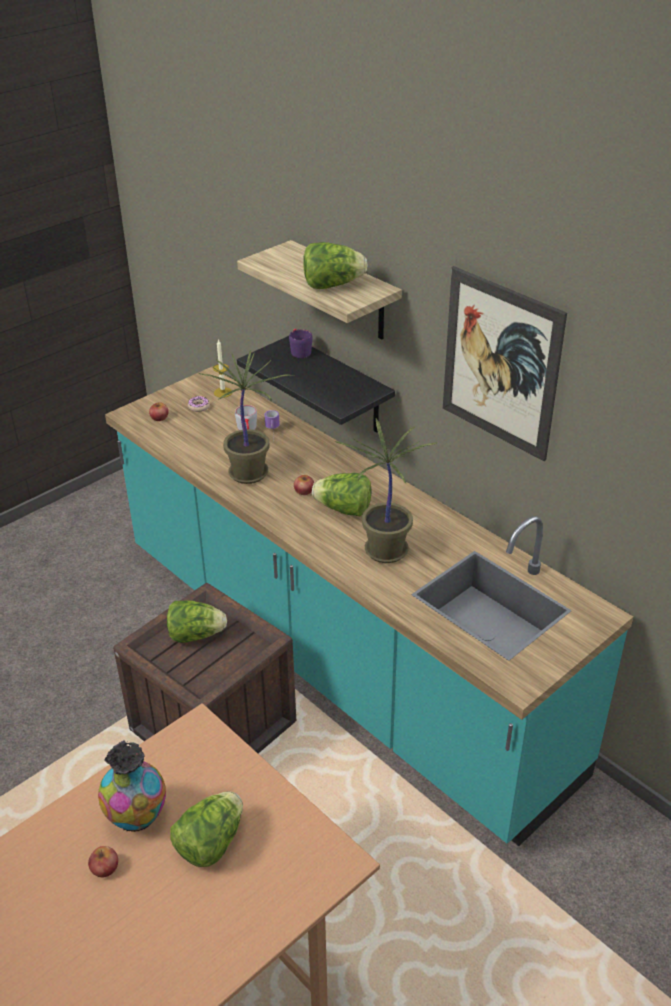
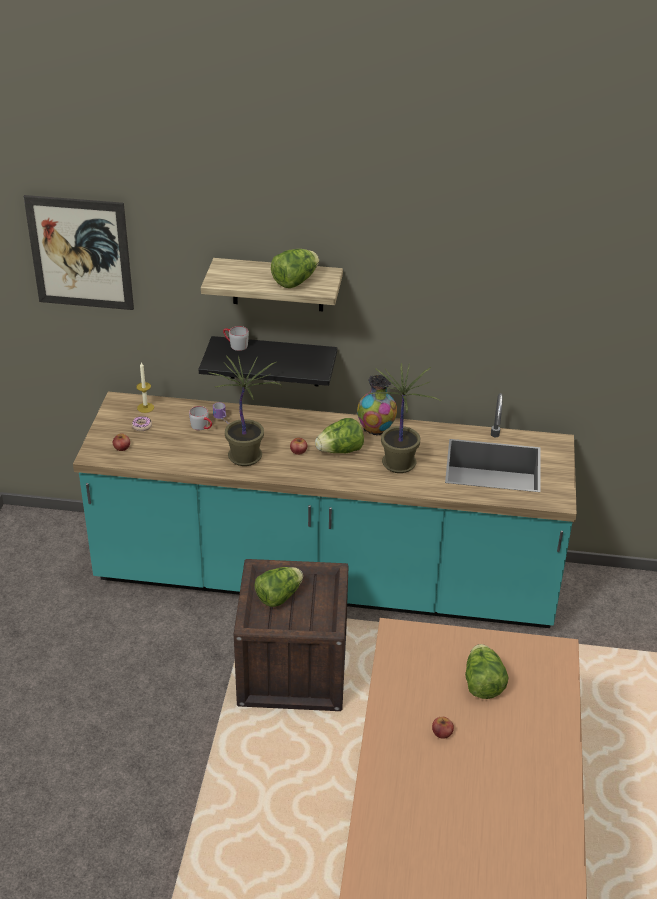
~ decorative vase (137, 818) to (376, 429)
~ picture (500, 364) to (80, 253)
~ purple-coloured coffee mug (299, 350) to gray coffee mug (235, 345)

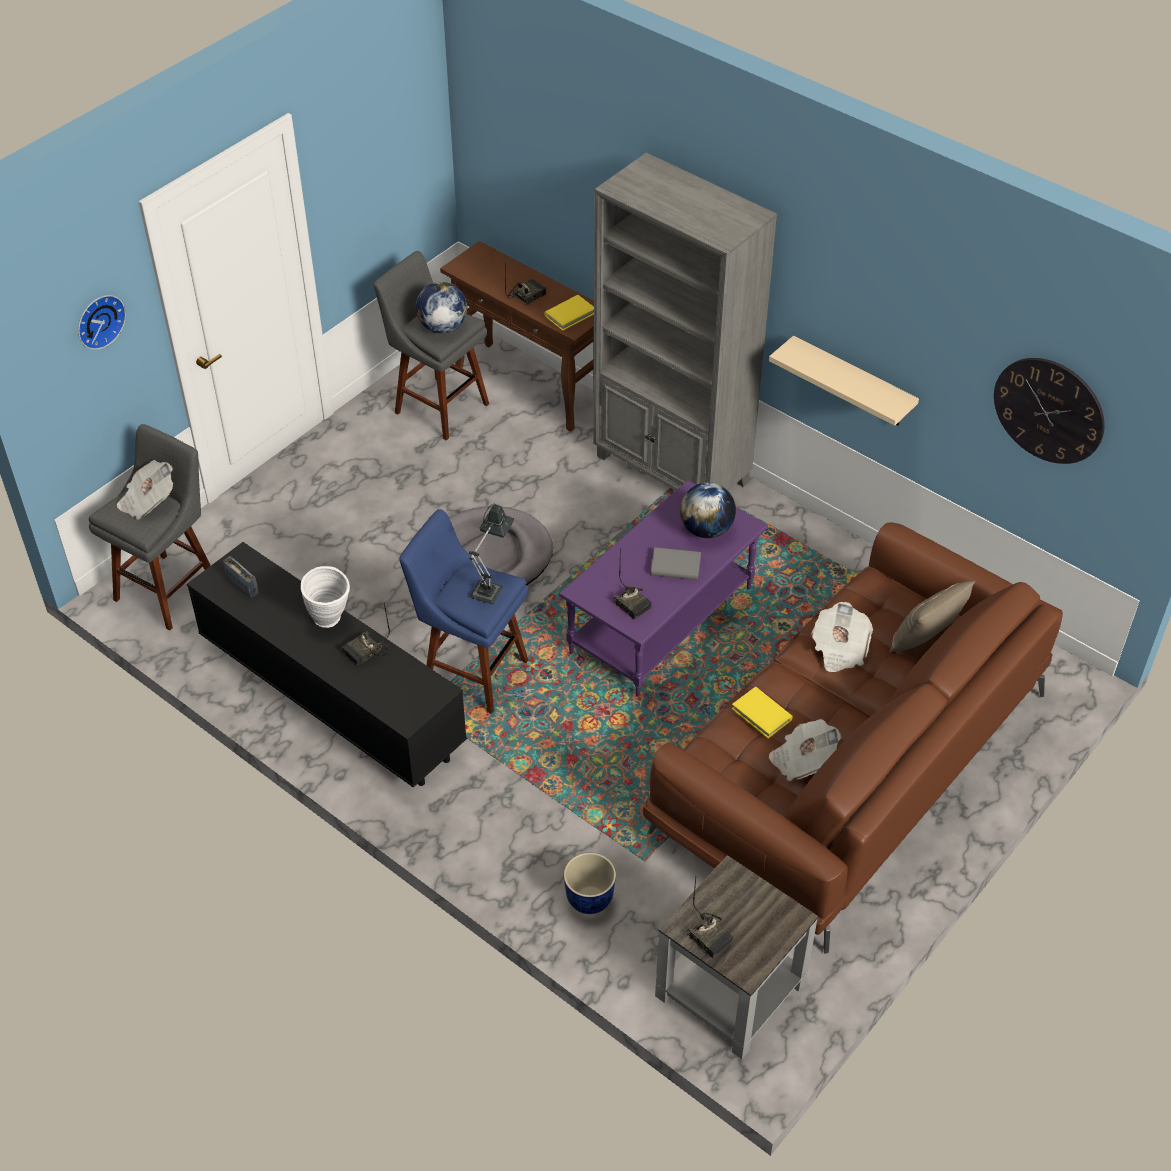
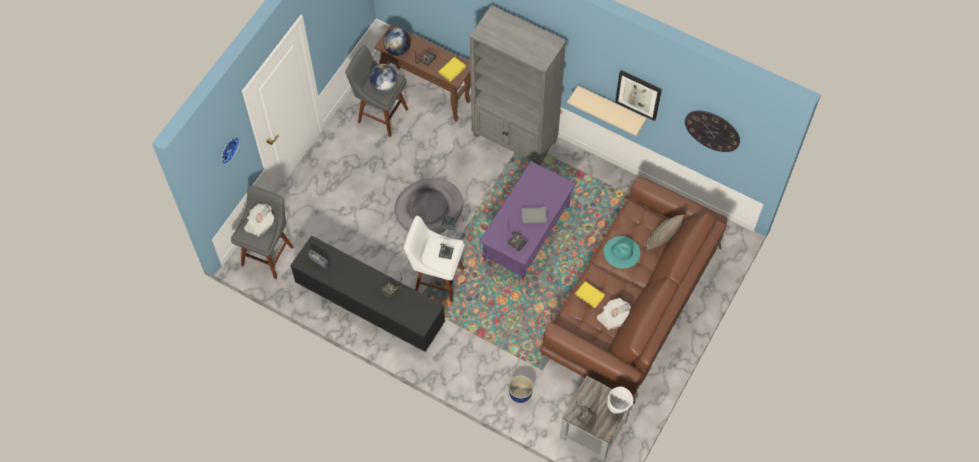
+ picture (638, 94)
~ white-coloured decorative vase (331, 621) to (618, 408)
~ desk globe (706, 529) to (397, 49)
~ printed paper (839, 649) to blue-green hat (621, 252)
~ blue stool (471, 671) to white-coloured stool (436, 279)

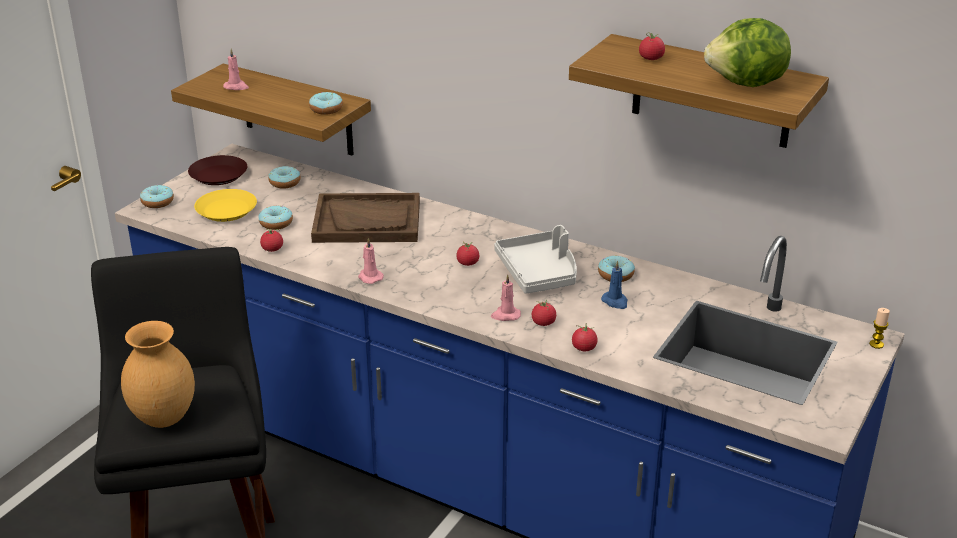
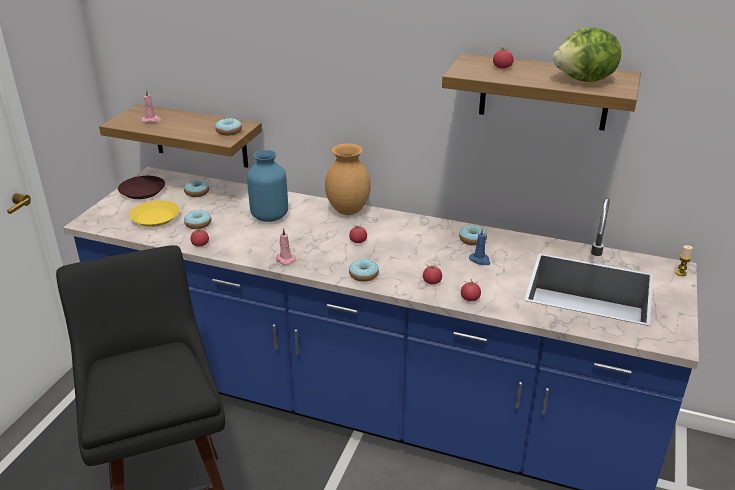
- pinkish wax light (505, 315)
- gray serving tray (539, 273)
~ brown decorative vase (165, 418) to (349, 210)
~ ring doughnut (157, 202) to (363, 275)
~ brown serving tray (367, 221) to blue decorative vase (270, 216)

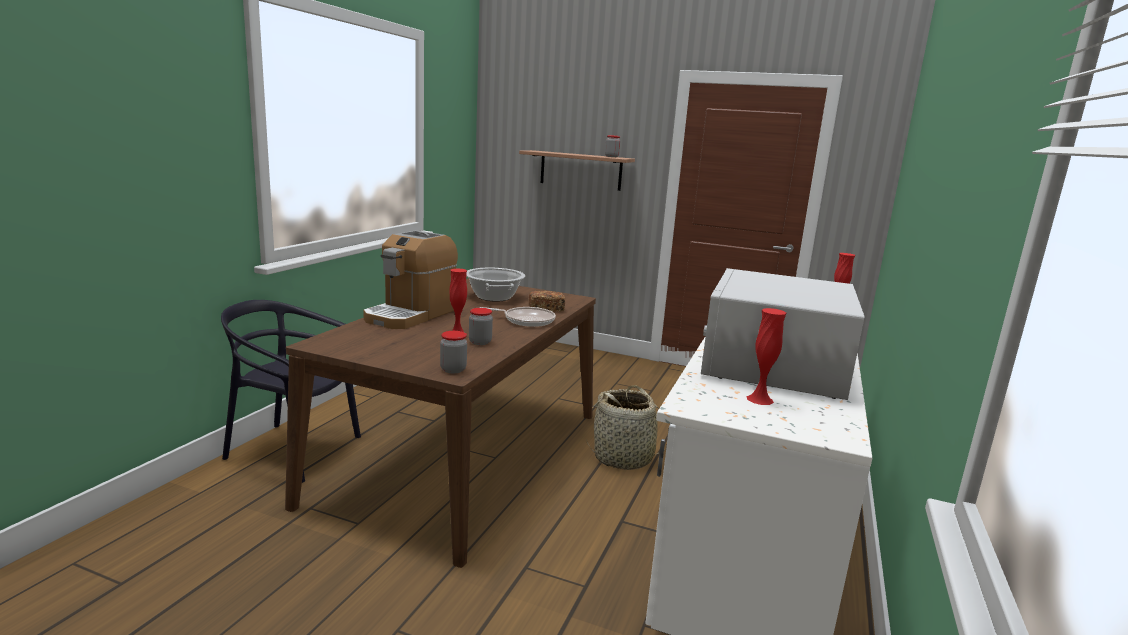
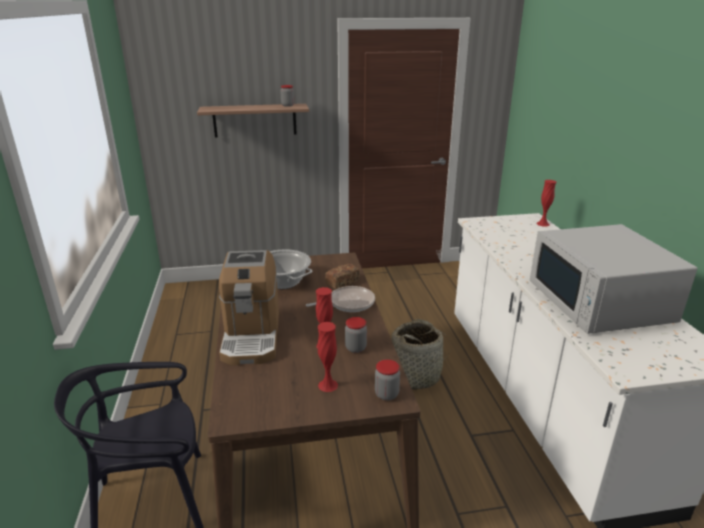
~ reddish decorative vase (759, 399) to (328, 385)

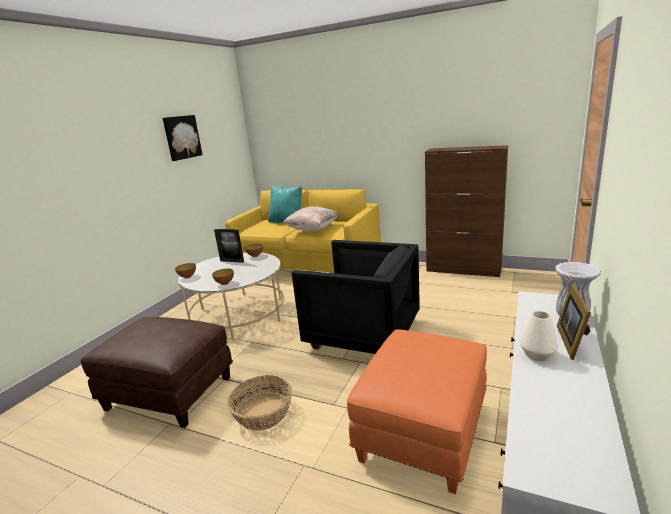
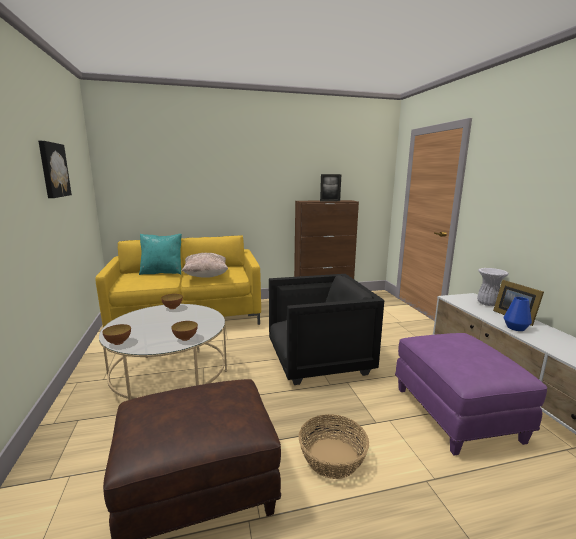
~ picture frame (232, 261) to (330, 201)
~ orangey footrest (423, 432) to purple-coloured footrest (457, 414)
~ white-coloured decorative vase (537, 355) to blue decorative vase (515, 328)

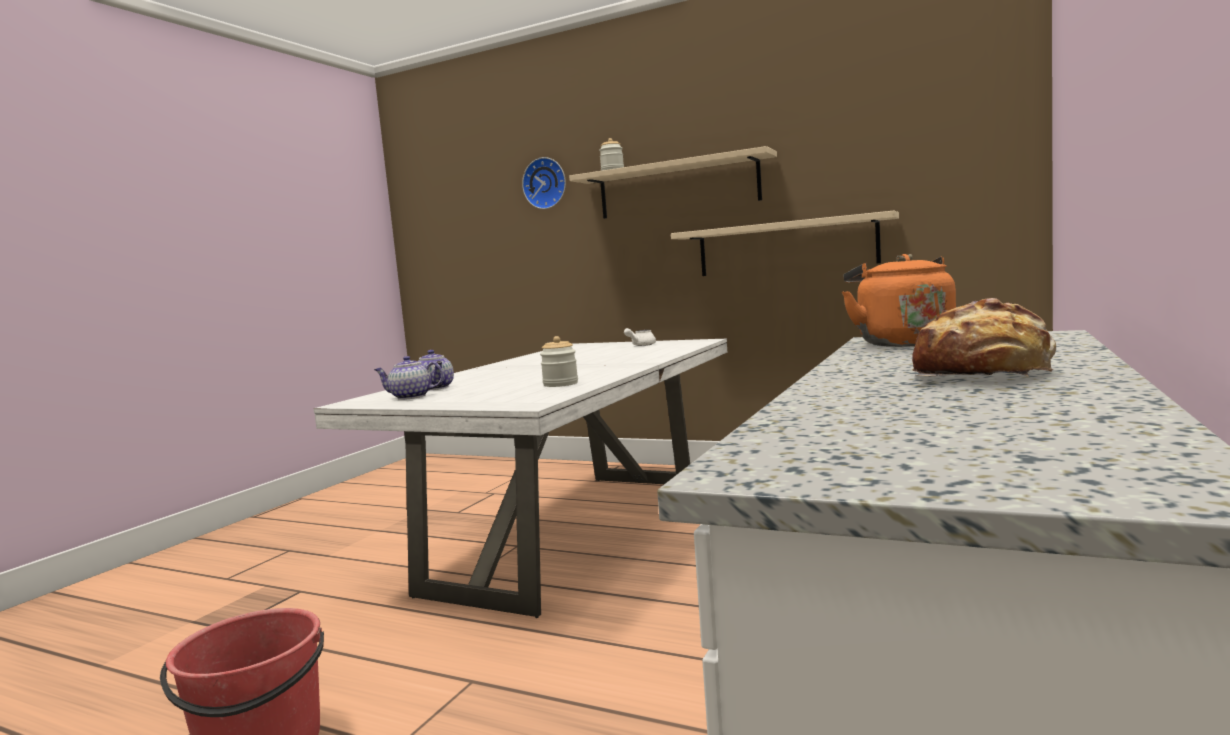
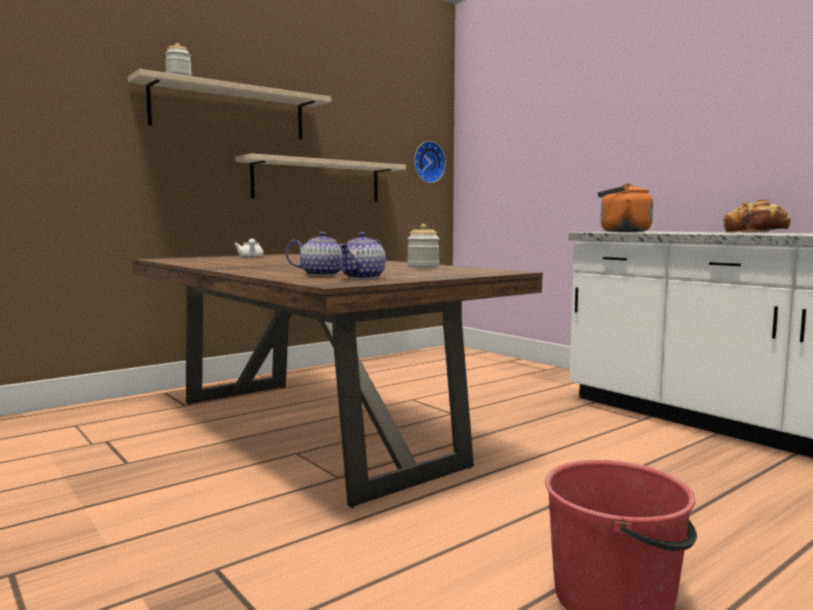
~ hanging clock (545, 183) to (427, 162)
~ white-coloured kitchen table (575, 533) to brown kitchen table (310, 431)

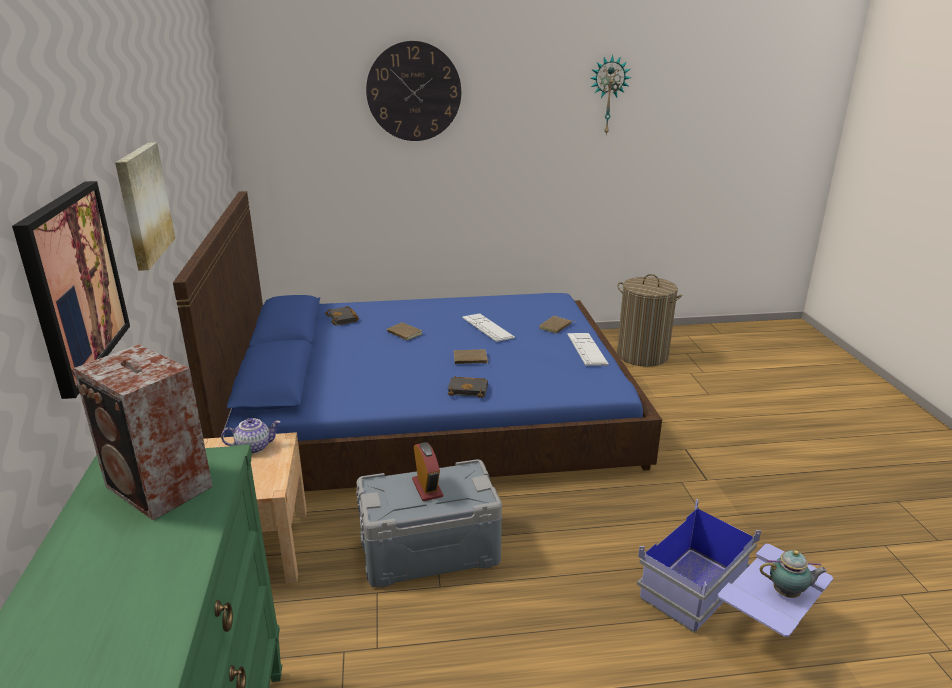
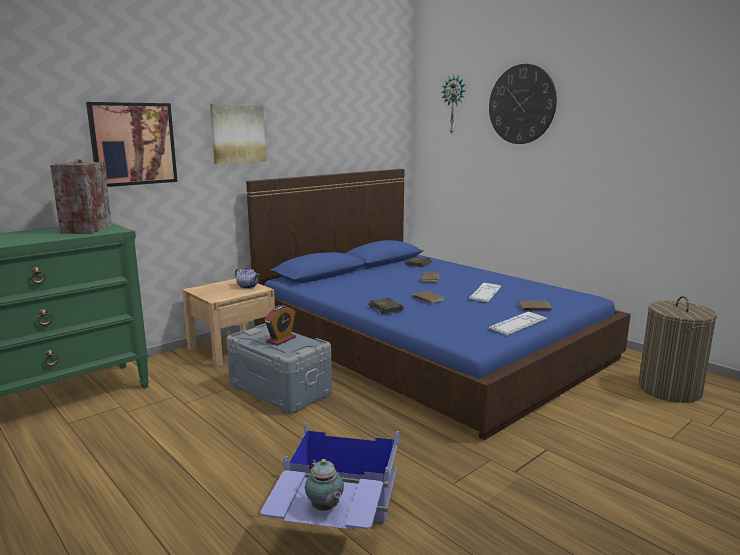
~ hanging clock (608, 95) to (454, 104)

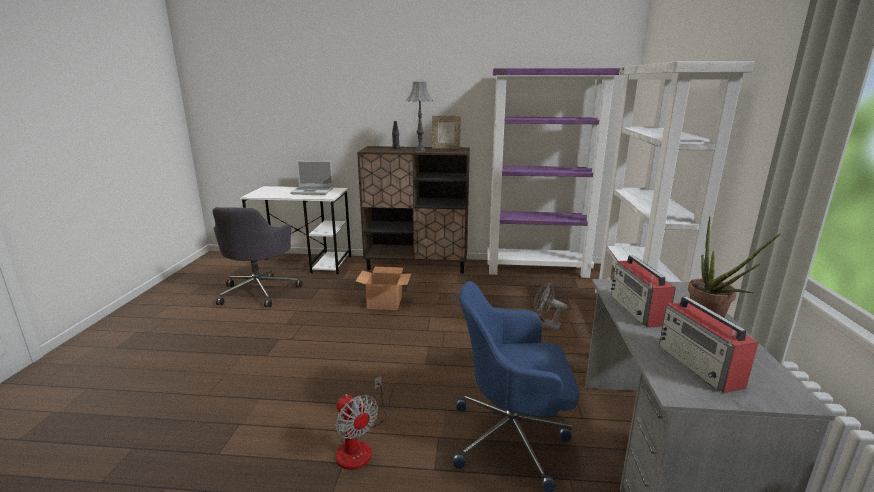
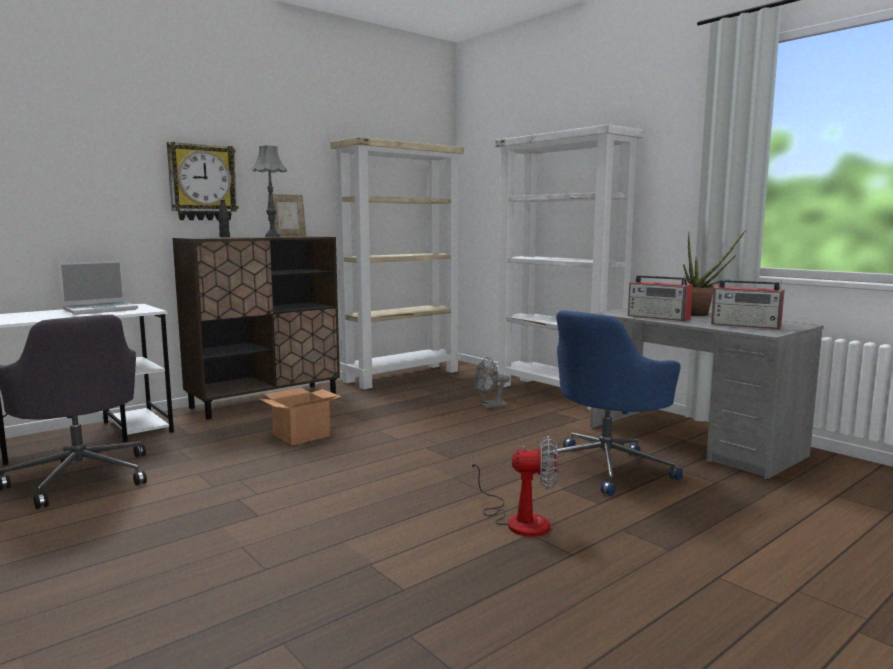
+ hanging clock (202, 182)
~ purple-coloured bookcase (538, 269) to beige bookcase (402, 376)

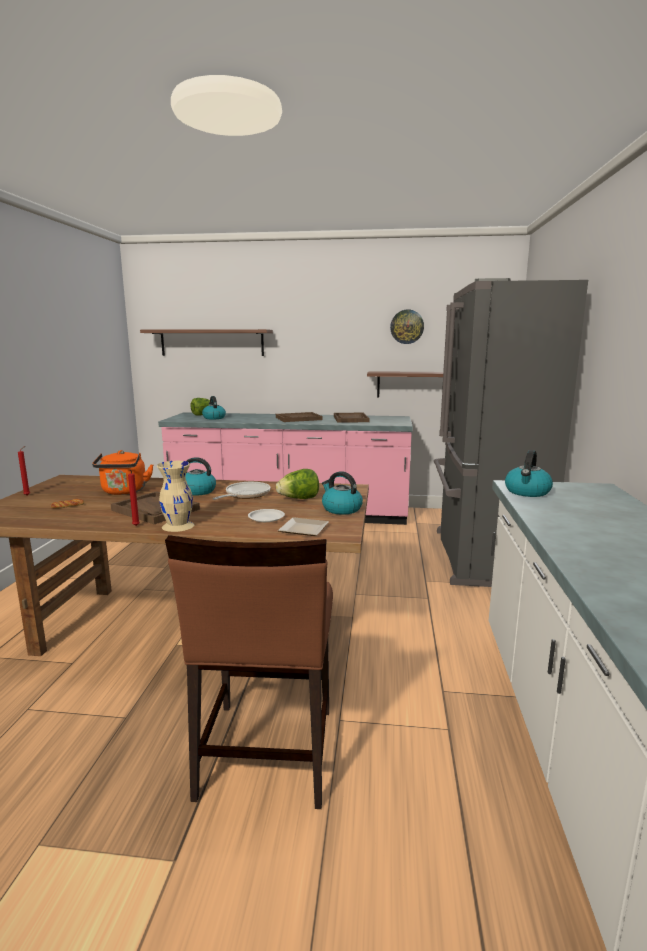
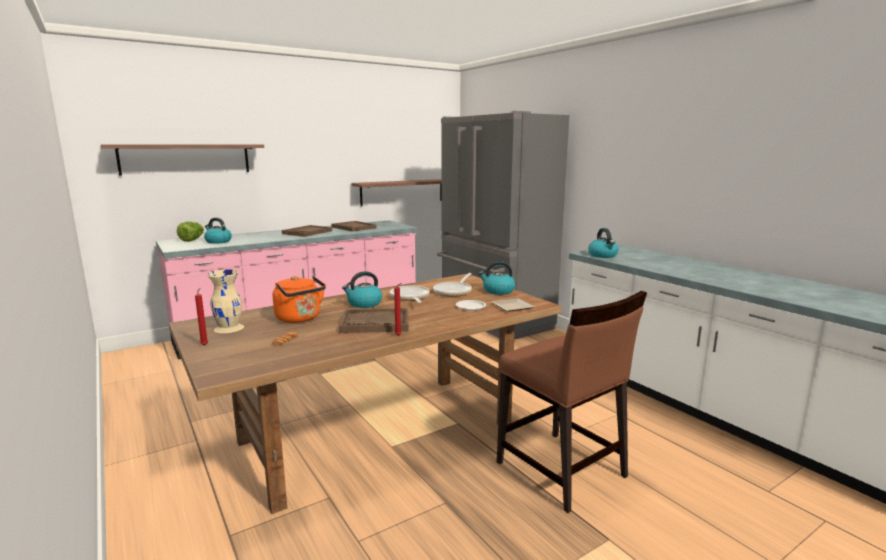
- hanging clock (407, 327)
~ beige decorative vase (178, 526) to (229, 328)
~ head of lettuce (299, 499) to frying pan (454, 291)

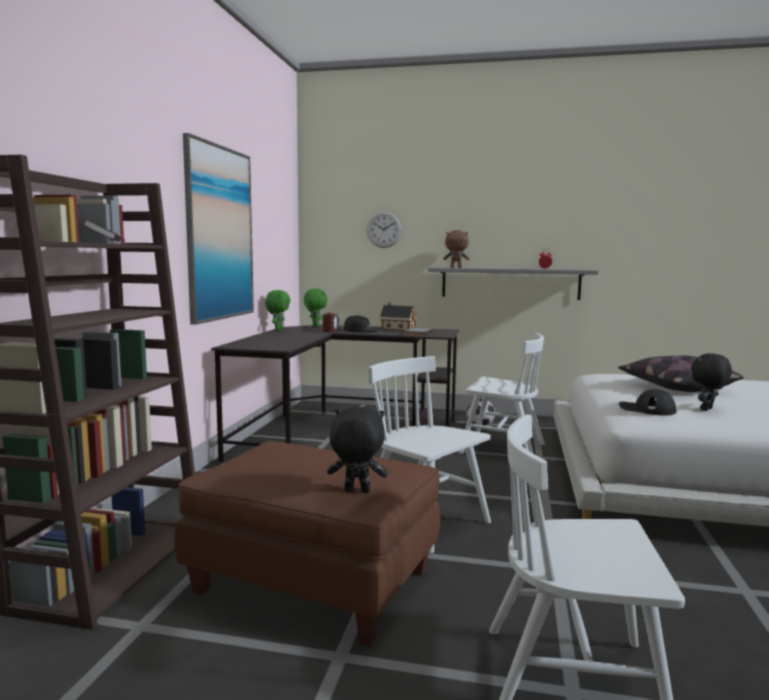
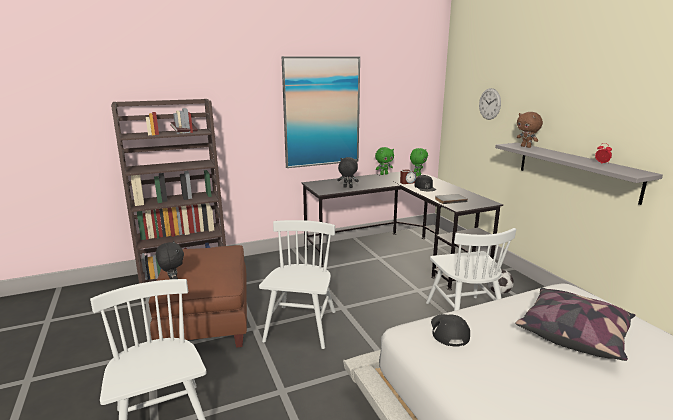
- miniature house (397, 328)
~ black plush toy (707, 409) to (347, 187)

